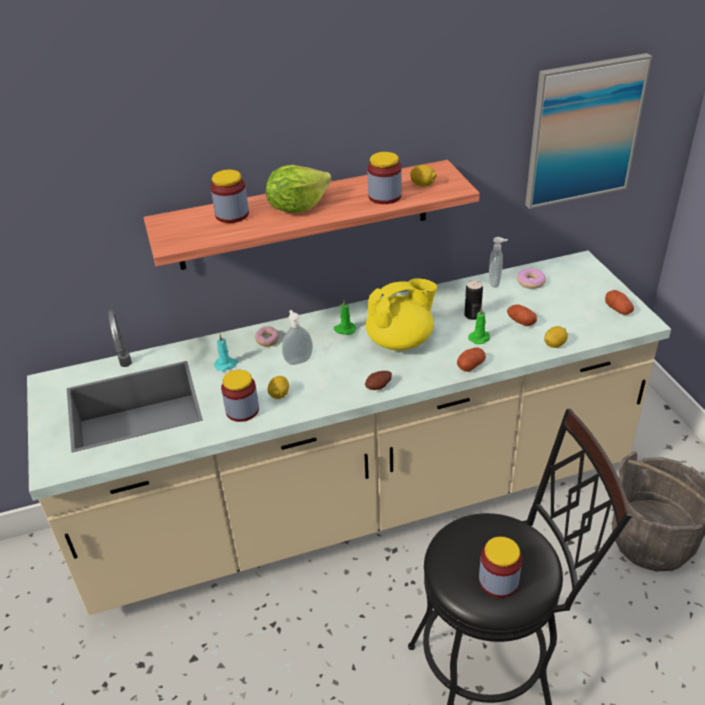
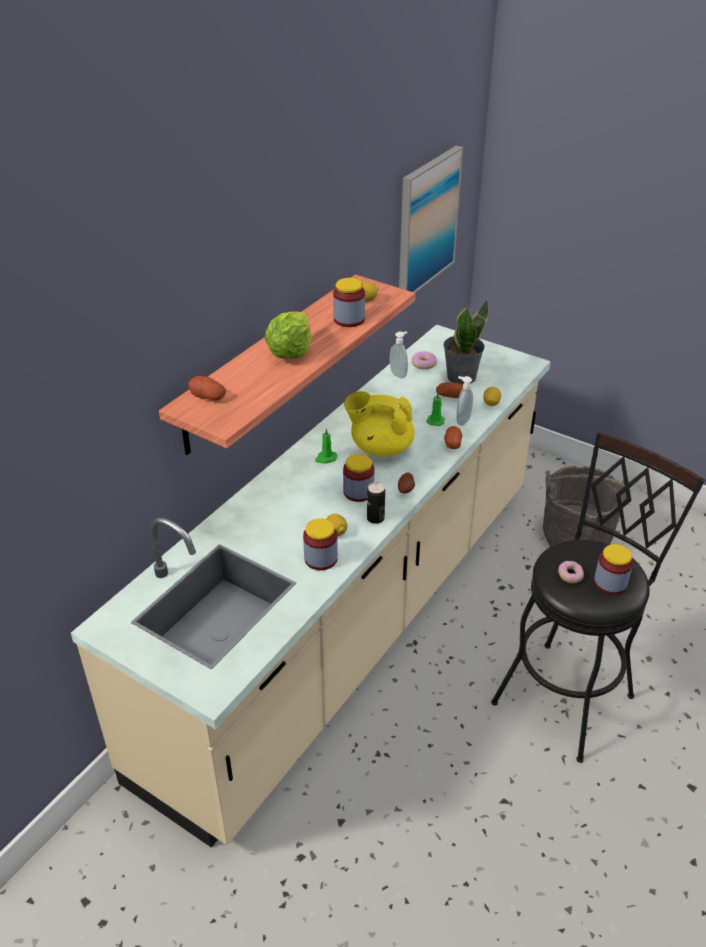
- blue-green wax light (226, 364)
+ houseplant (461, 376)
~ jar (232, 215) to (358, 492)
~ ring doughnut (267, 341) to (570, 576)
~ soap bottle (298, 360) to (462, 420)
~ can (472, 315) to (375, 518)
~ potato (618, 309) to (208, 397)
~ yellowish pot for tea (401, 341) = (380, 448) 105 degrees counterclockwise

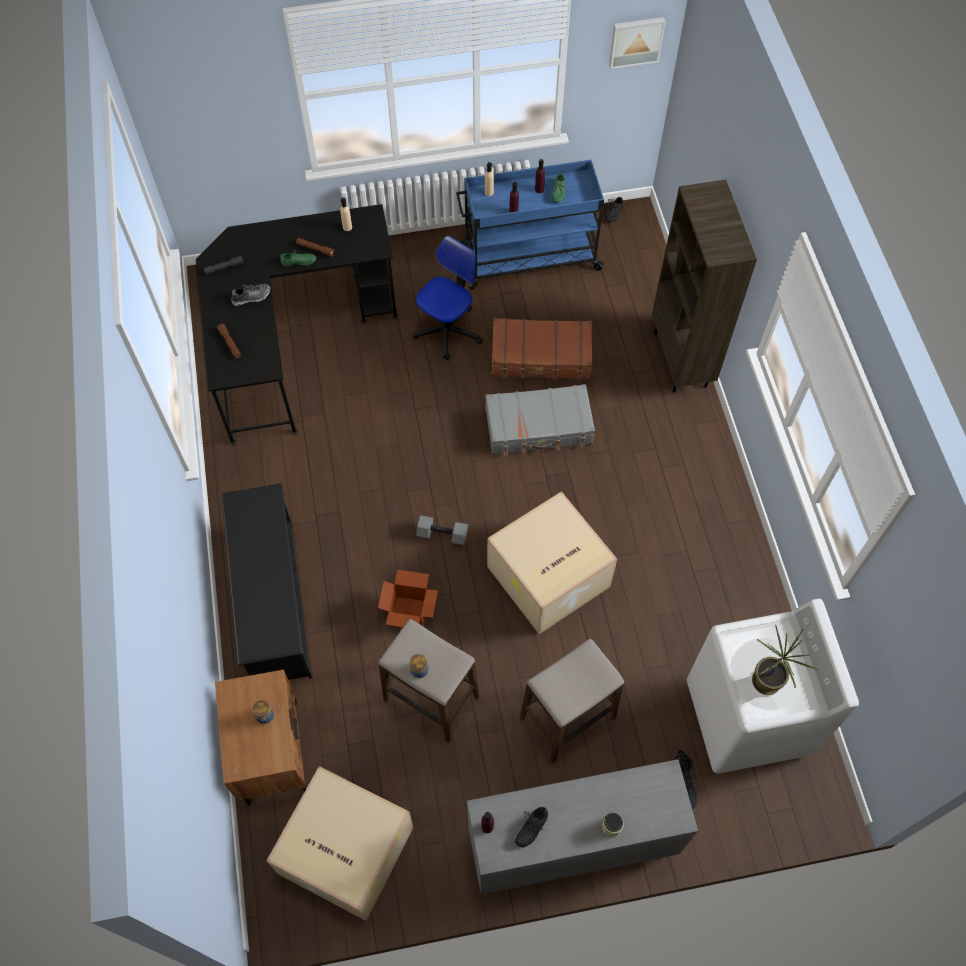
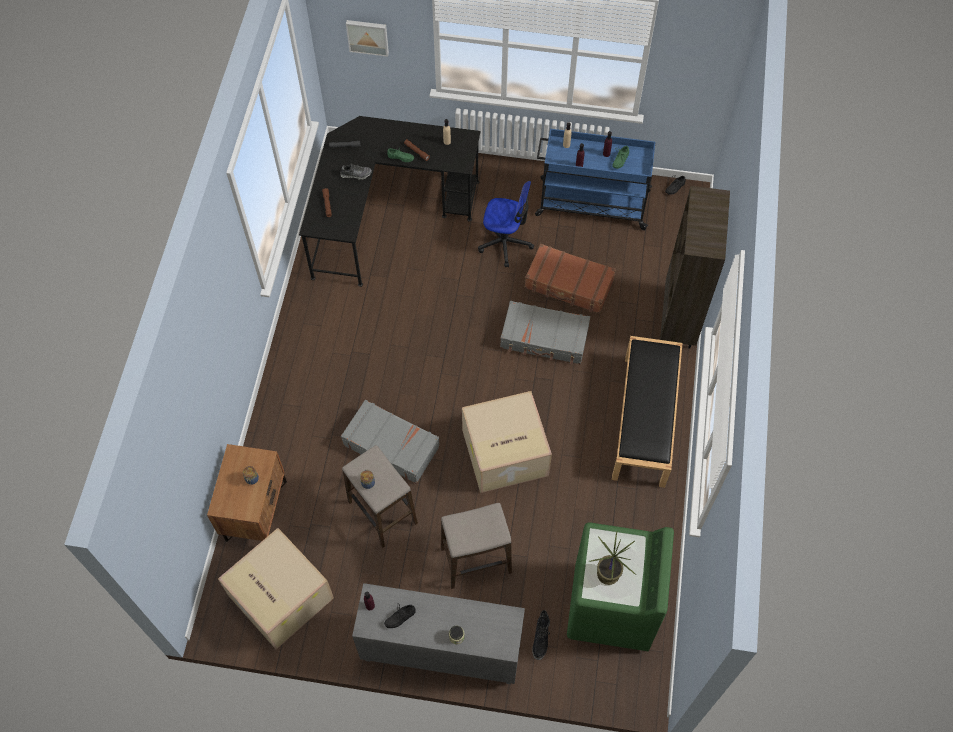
- black shoe rack (274, 602)
- gray dumbbell (442, 535)
+ black long seat (645, 421)
~ picture (636, 41) to (368, 36)
~ cardboard box (409, 613) to gray suitcase (391, 445)
~ white-coloured washing machine (747, 718) to greenish washing machine (611, 608)
~ computer chair (448, 331) = (505, 242) 45 degrees clockwise

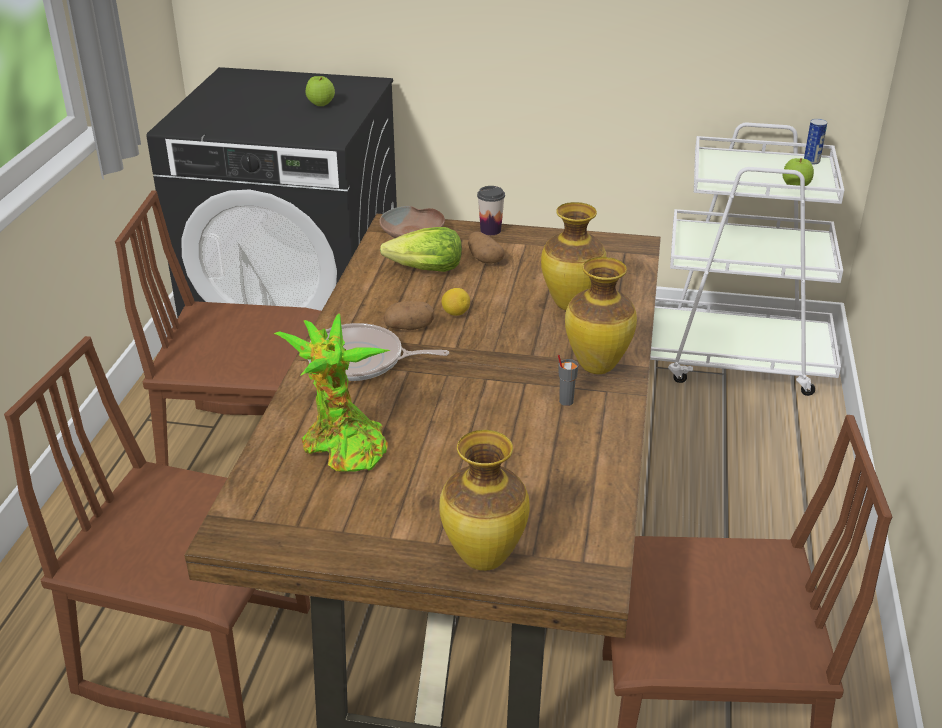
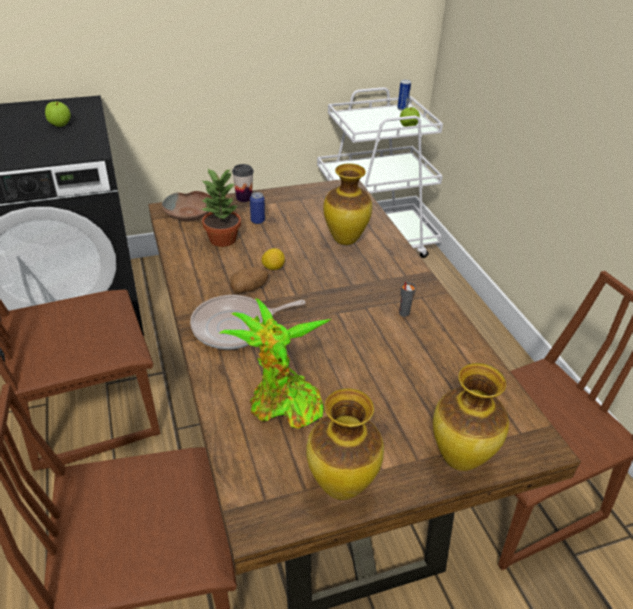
~ decorative vase (596, 366) to (340, 486)
~ head of lettuce (425, 270) to houseplant (223, 239)
~ potato (484, 259) to can (257, 221)

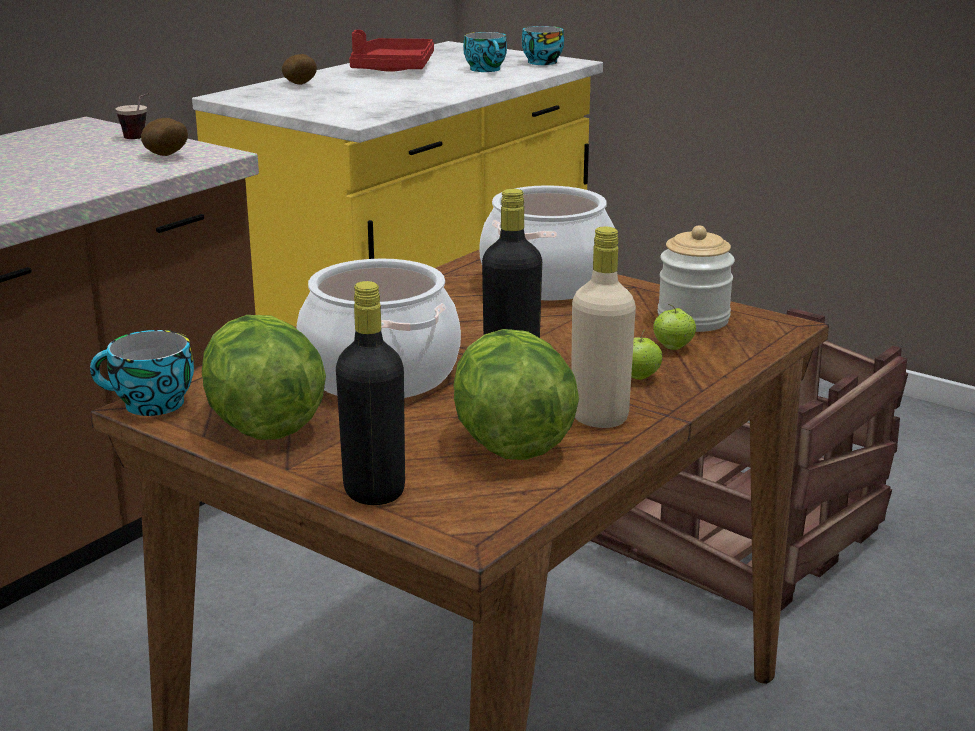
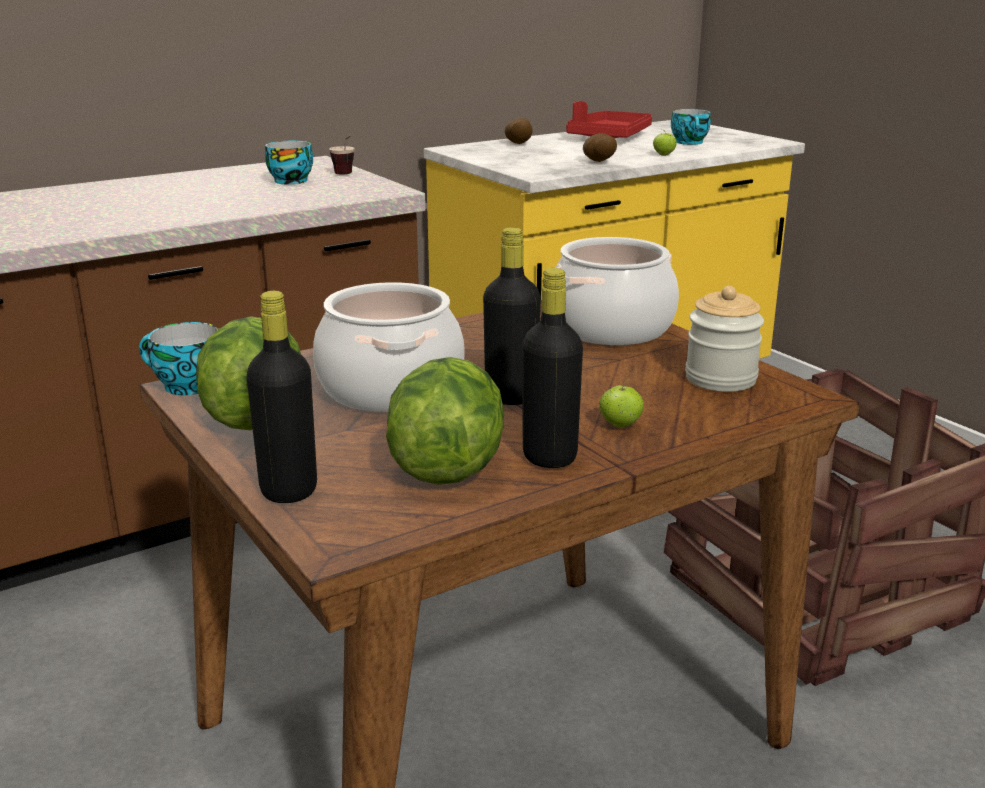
~ potato (165, 156) to (598, 162)
~ cup (541, 62) to (291, 180)
~ apple fruit (673, 347) to (664, 155)
~ beige beverage bottle (599, 417) to black beverage bottle (549, 457)

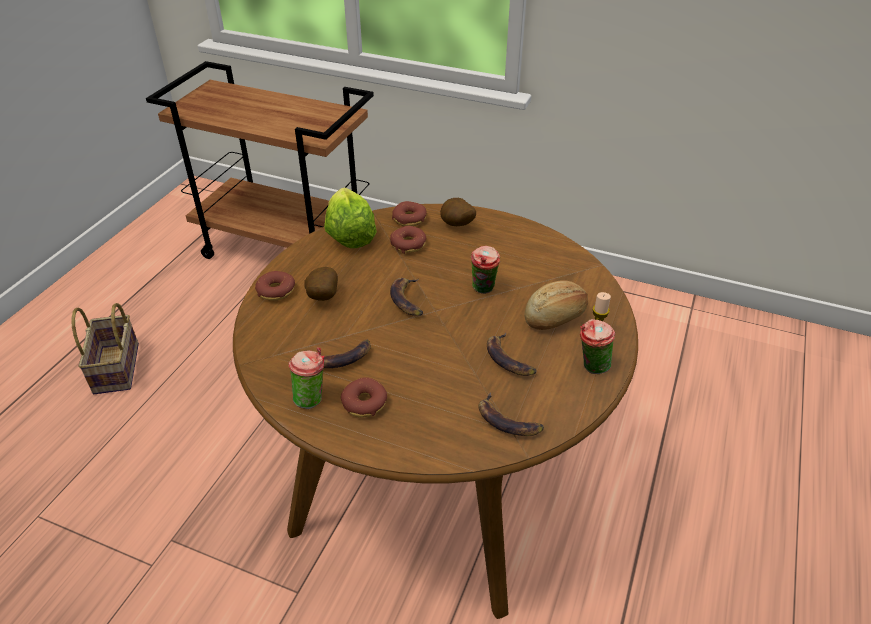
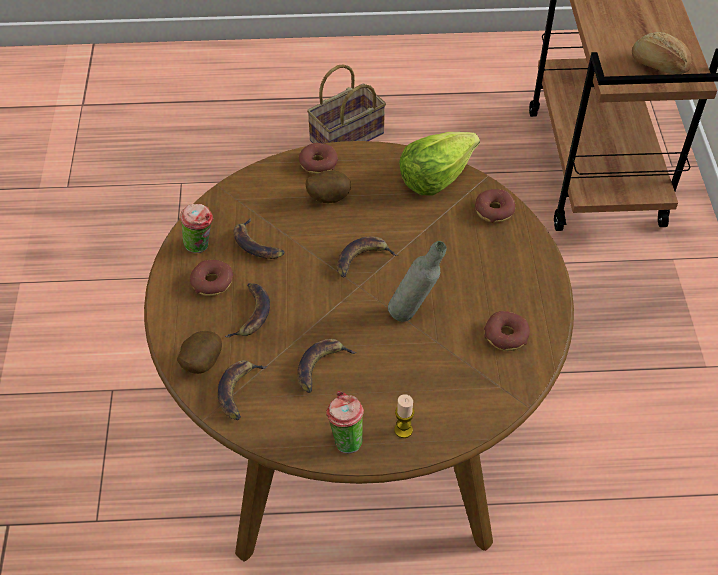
+ whole banana (251, 313)
~ ring doughnut (408, 244) to (506, 335)
~ potato (457, 226) to (200, 363)
~ bread (556, 317) to (658, 65)
~ cup (483, 290) to gray beverage bottle (413, 313)

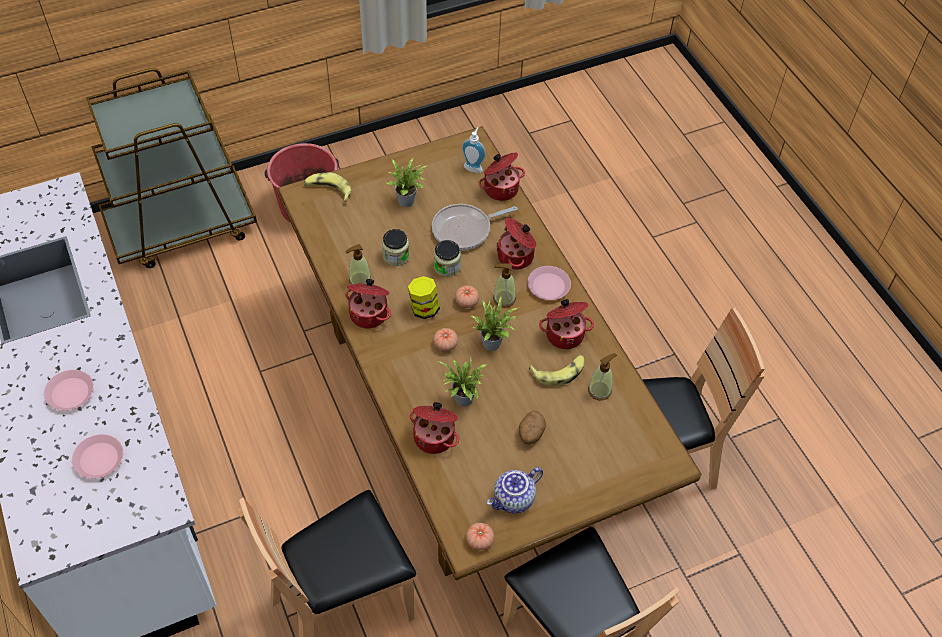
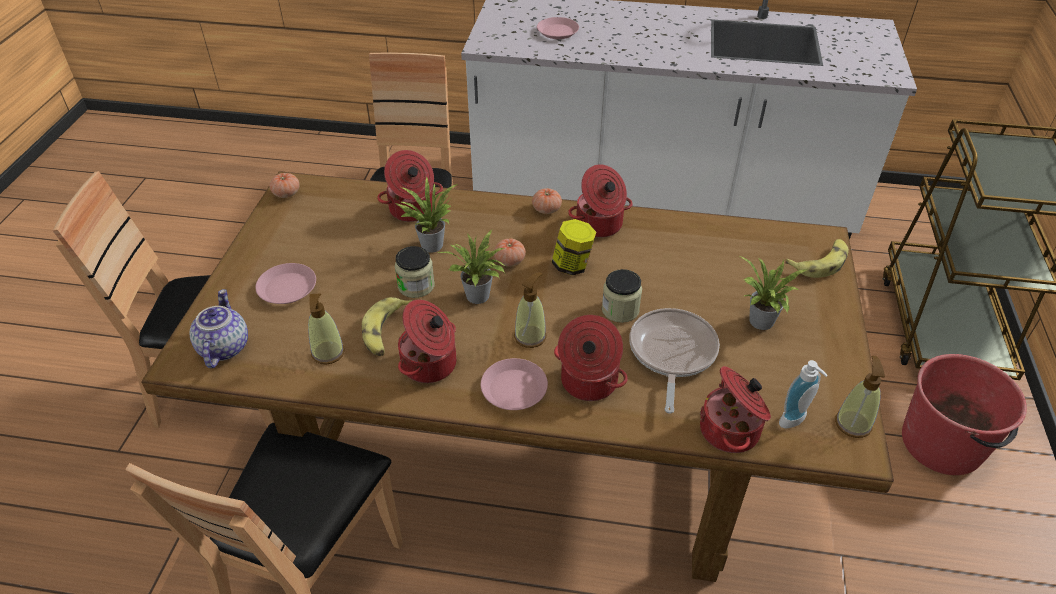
- potato (530, 434)
~ pinkish dinner plate (70, 393) to (287, 288)
~ soap bottle (359, 281) to (853, 423)
~ jar (396, 256) to (416, 286)
~ fresh tomato (466, 302) to (546, 209)
~ pot for tea (514, 500) to (223, 347)

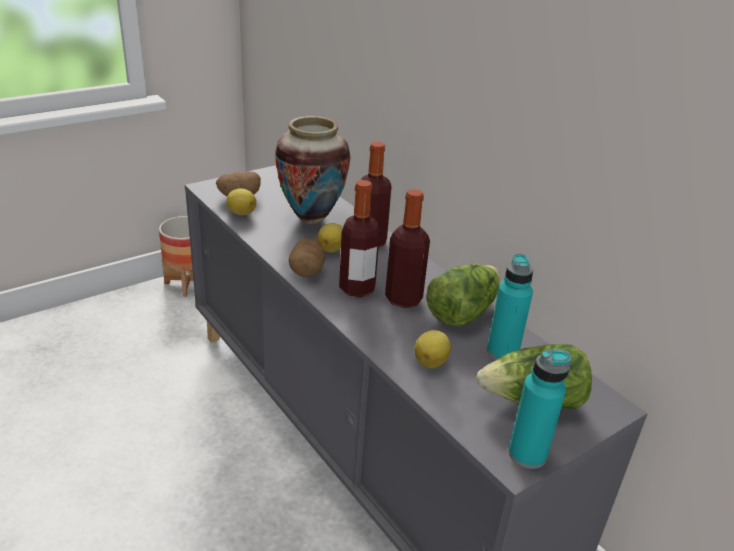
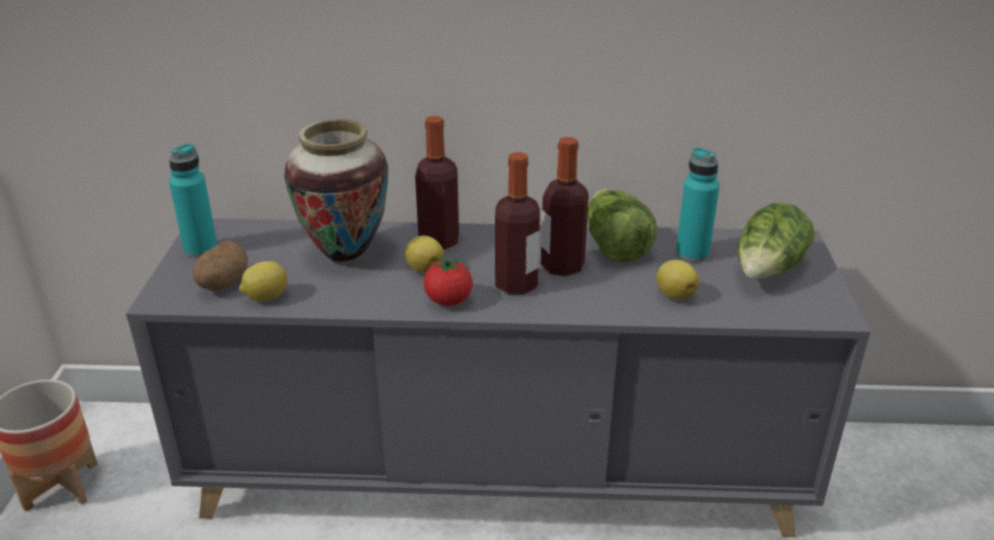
~ blue-green beverage bottle (527, 454) to (201, 249)
~ potato (307, 271) to fresh tomato (448, 301)

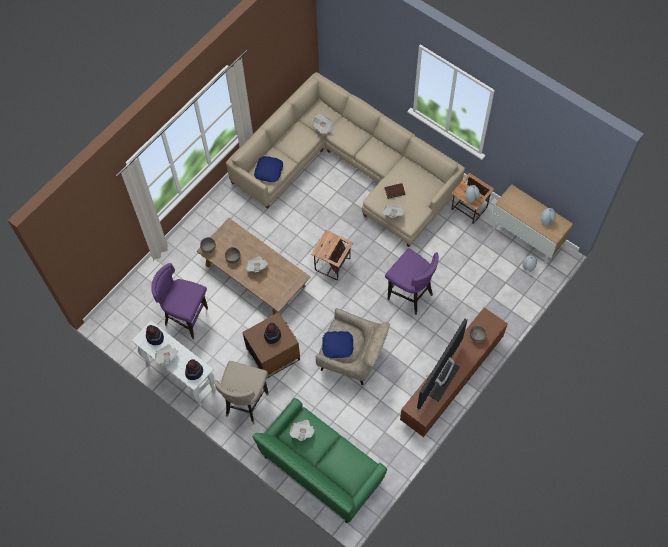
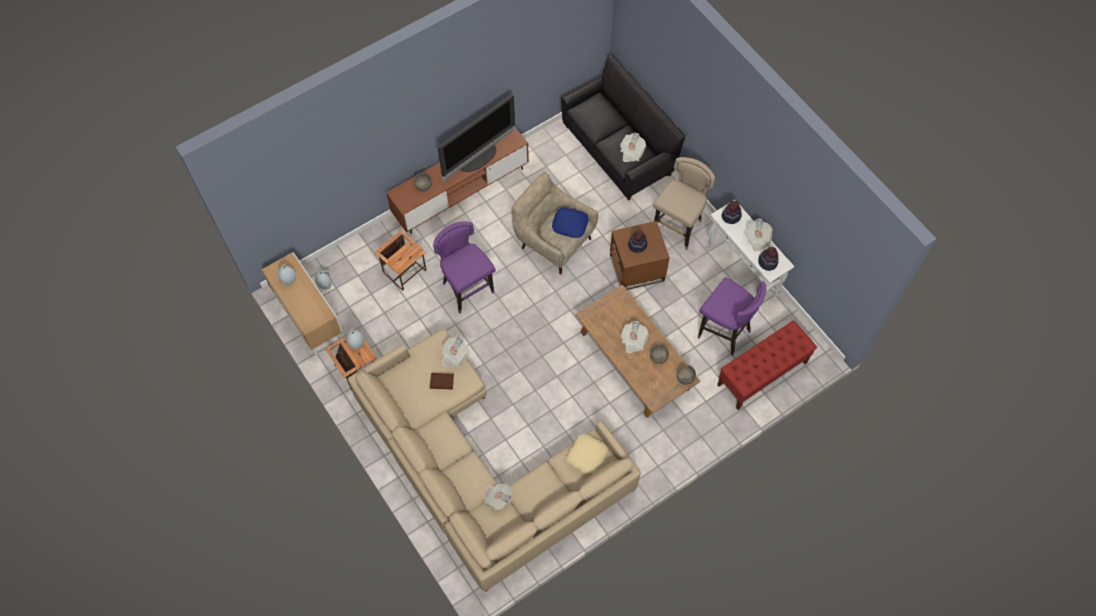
+ reddish long seat (762, 374)
~ side table (332, 265) to (405, 271)
~ greenish sofa (321, 469) to black sofa (618, 150)
~ blue pillow (269, 171) to beige pillow (586, 455)

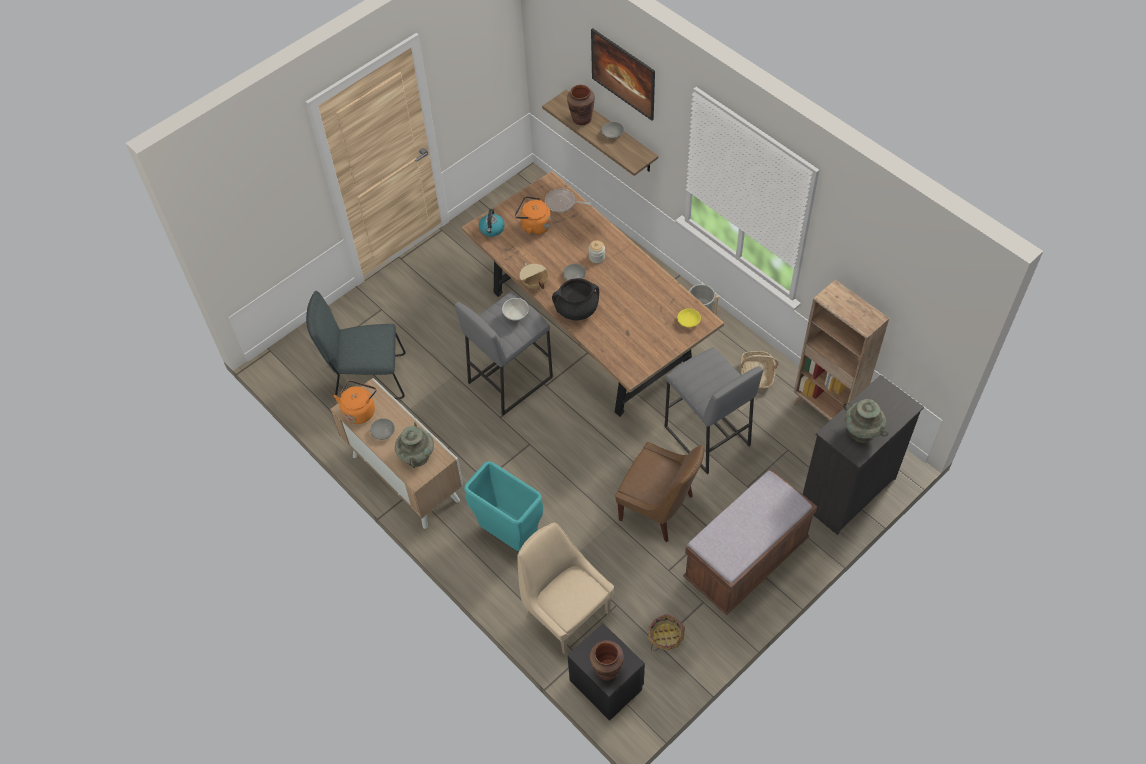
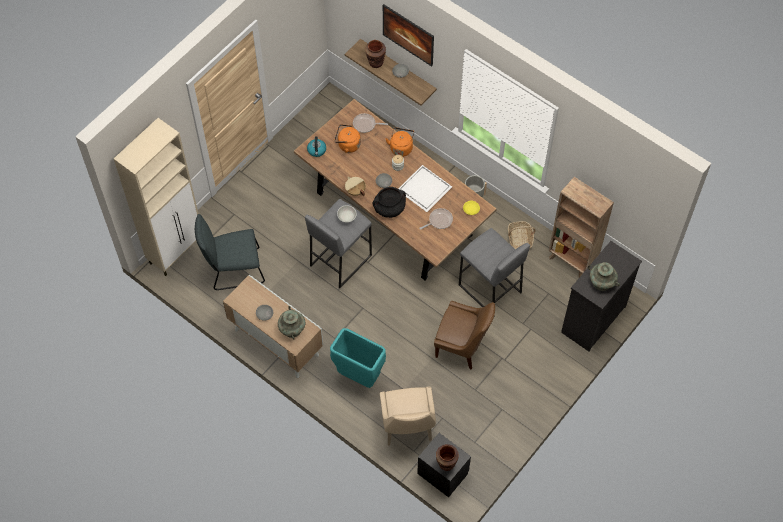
- storage basket (665, 636)
- brown long seat (746, 560)
+ beige storage cabinet (176, 251)
+ white-coloured serving tray (424, 190)
+ frying pan (439, 220)
~ orangey kettle (360, 410) to (401, 147)
~ beige plain chair (565, 612) = (407, 427) 135 degrees counterclockwise

